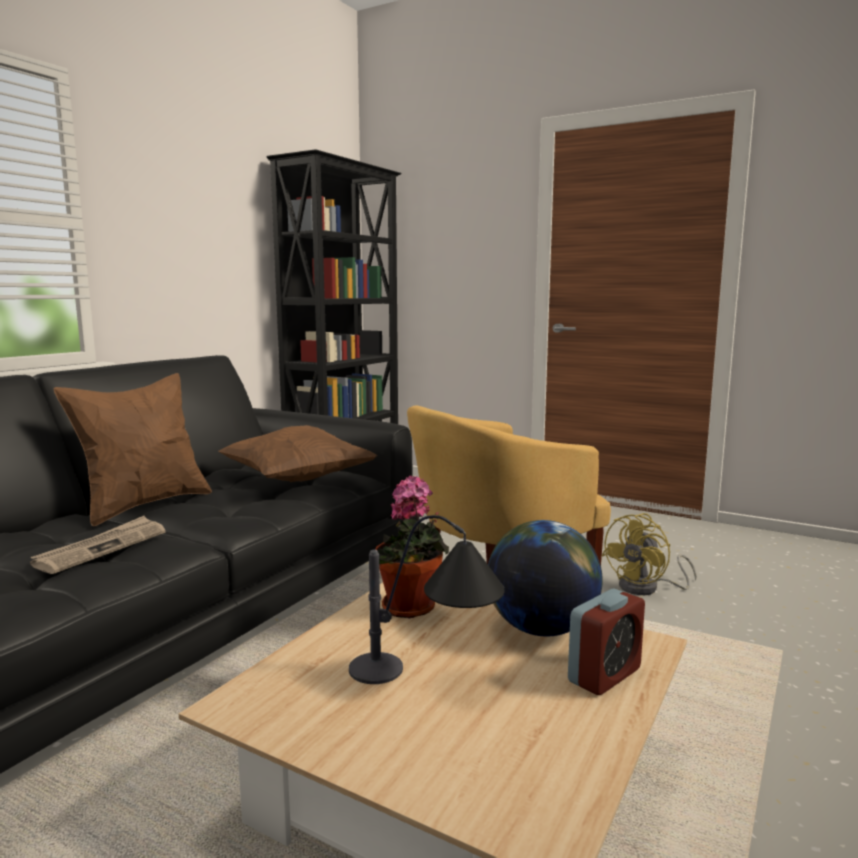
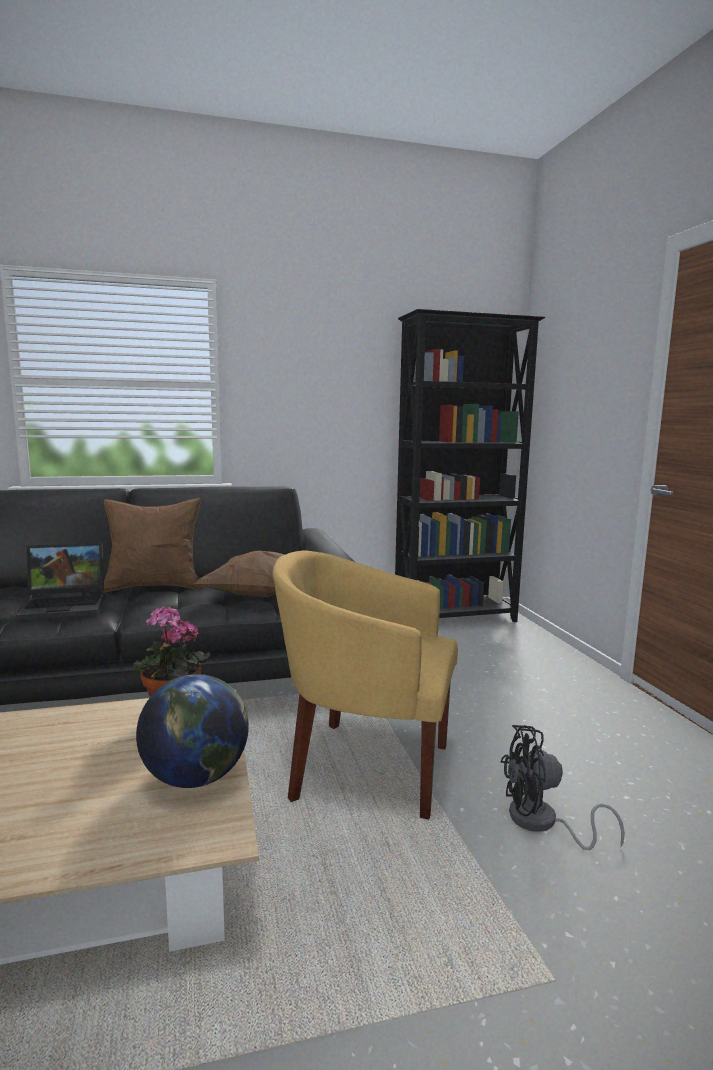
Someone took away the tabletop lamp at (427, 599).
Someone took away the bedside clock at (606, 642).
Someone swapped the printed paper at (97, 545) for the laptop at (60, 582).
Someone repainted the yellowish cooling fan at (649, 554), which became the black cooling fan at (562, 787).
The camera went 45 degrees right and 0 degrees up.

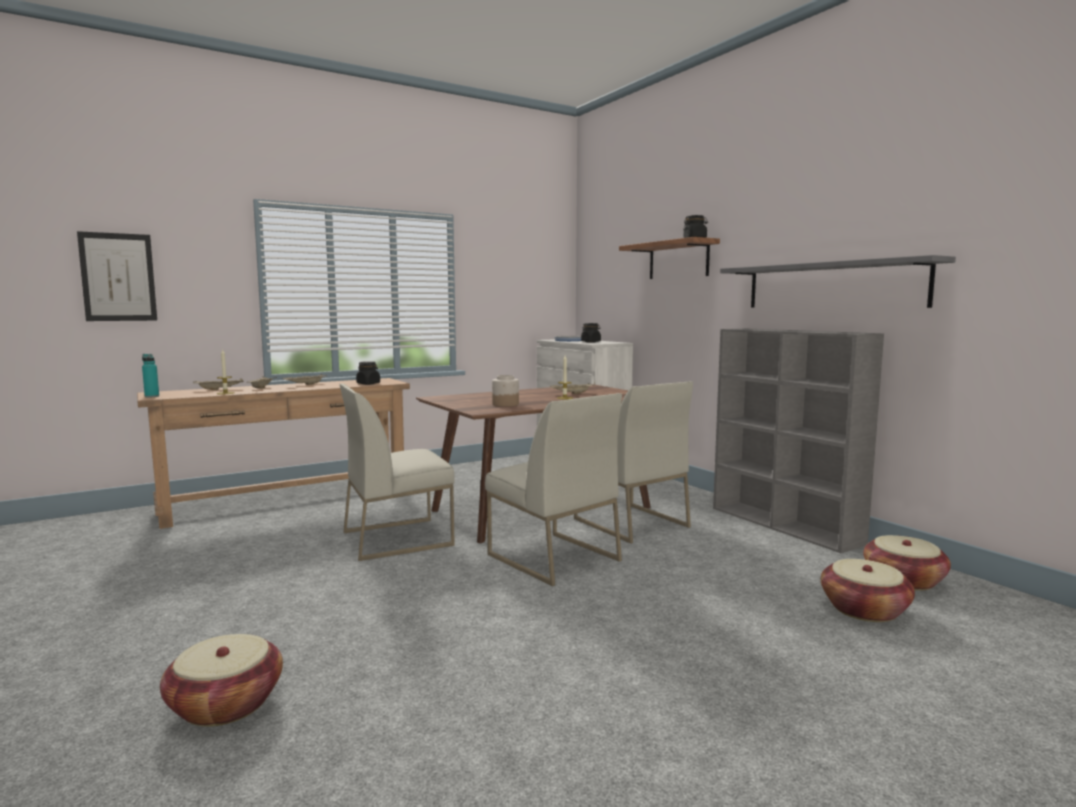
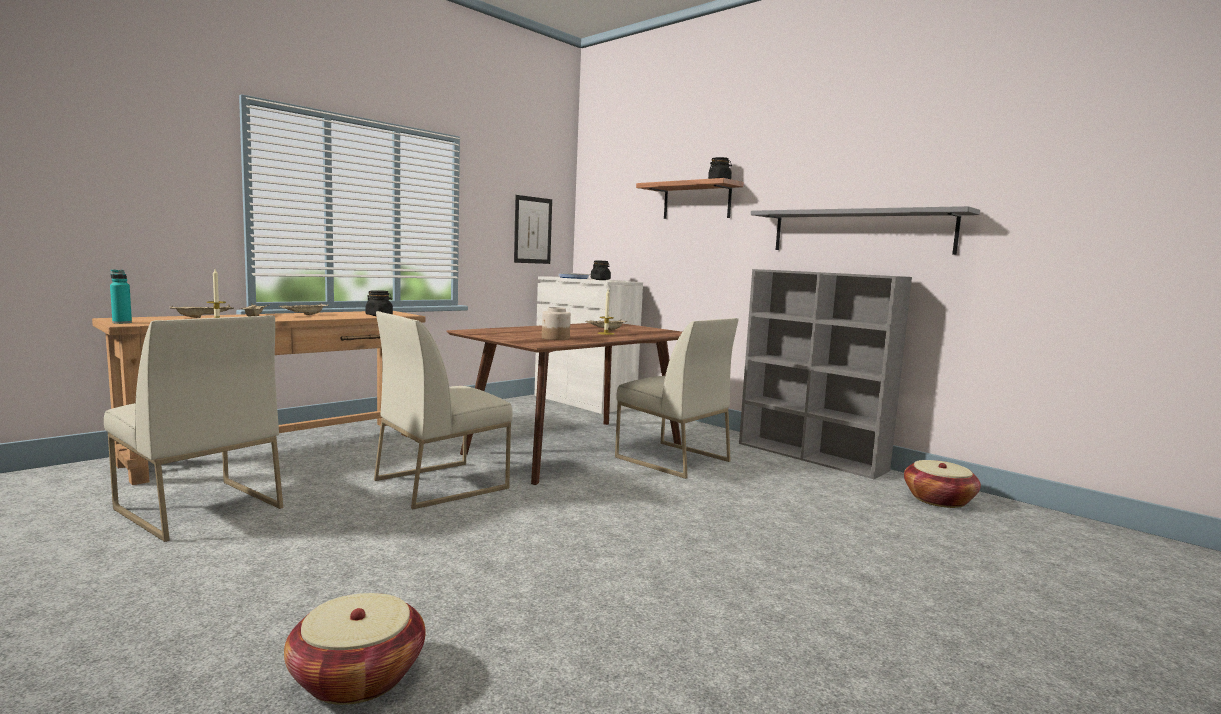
Someone took away the storage basket at (868, 590).
Someone carried the picture from (117, 276) to (533, 229).
Someone carried the white-coloured plain chair from (553, 489) to (193, 428).
The camera went 15 degrees left and 0 degrees up.

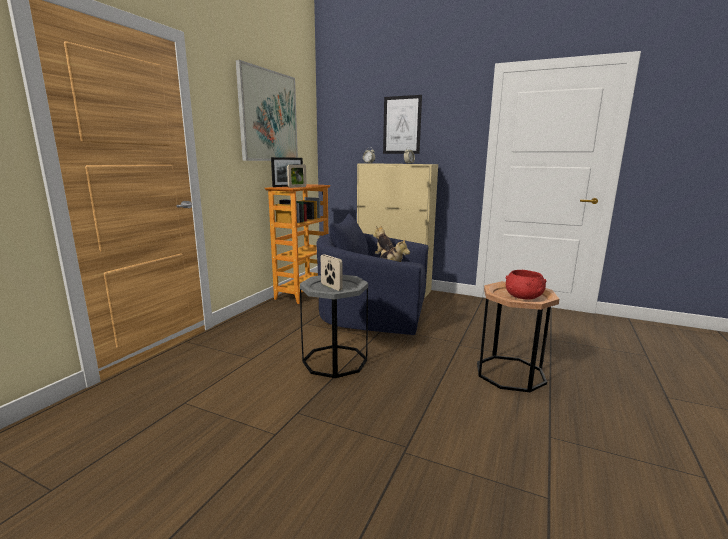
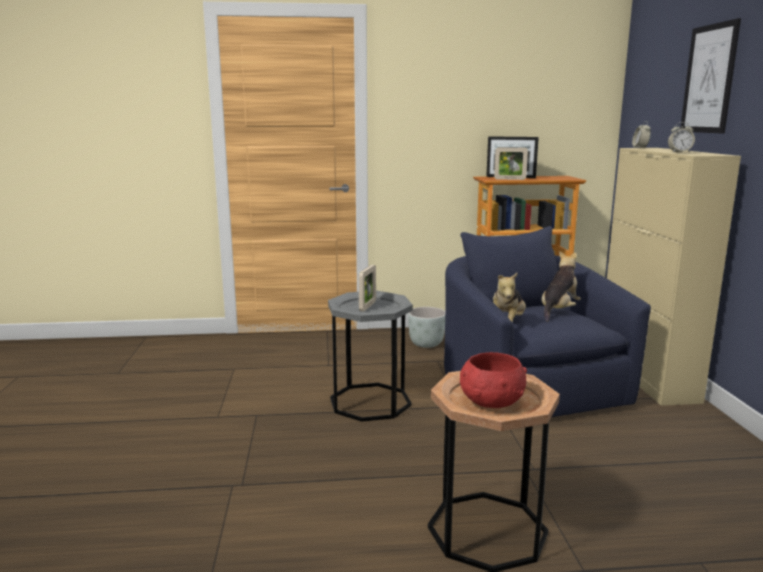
Someone took away the picture at (266, 110).
Someone put down the greyish flower pot at (426, 327).
The camera went 60 degrees right and 0 degrees up.

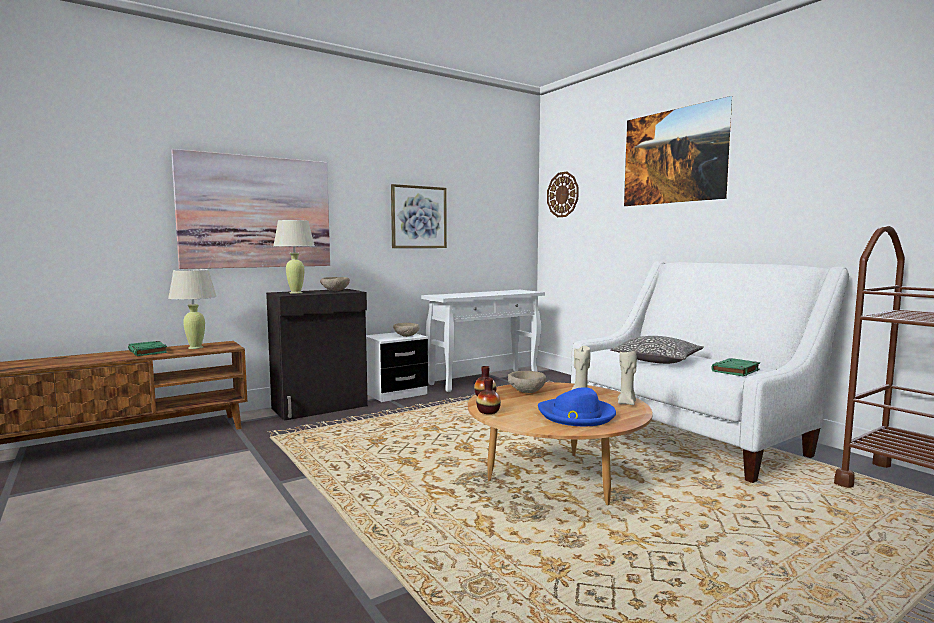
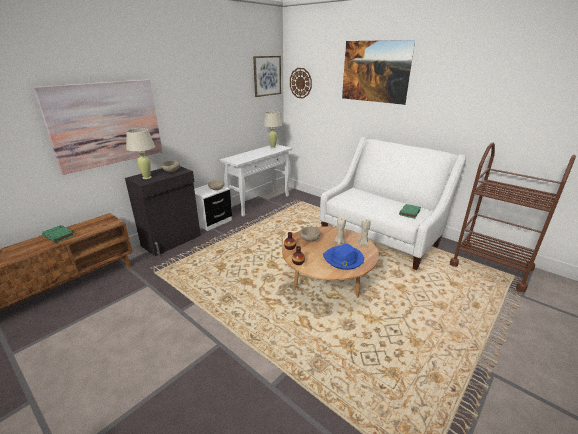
Someone took away the throw pillow at (657, 350).
Someone carried the beige tabletop lamp from (192, 309) to (272, 129).
Someone carried the picture from (419, 216) to (267, 76).
The camera went 15 degrees left and 20 degrees up.

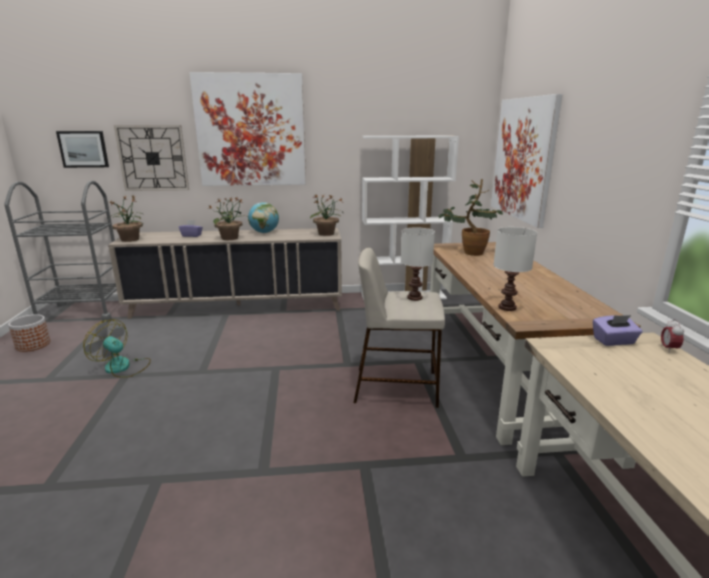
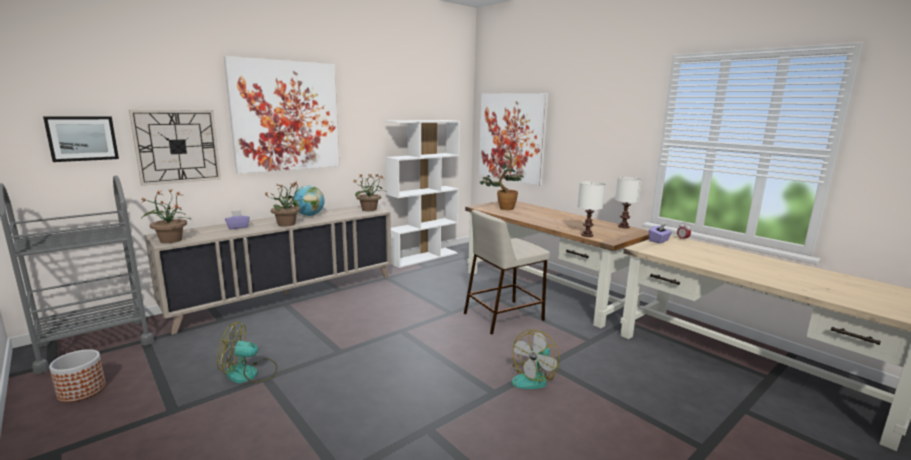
Someone put down the cooling fan at (535, 359).
Someone carried the white-coloured tabletop lamp from (418, 264) to (628, 202).
The camera went 35 degrees left and 5 degrees down.

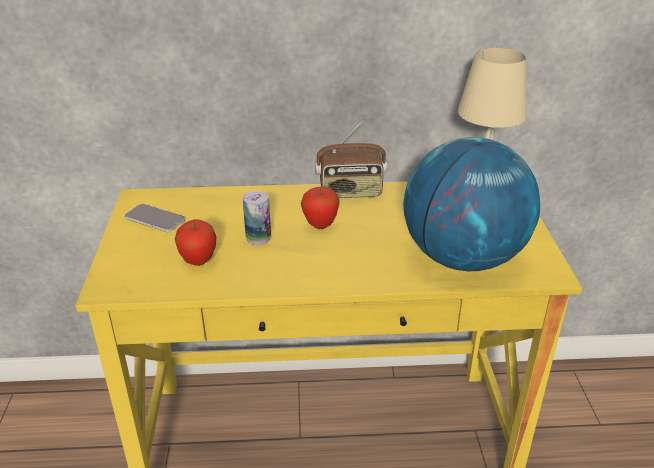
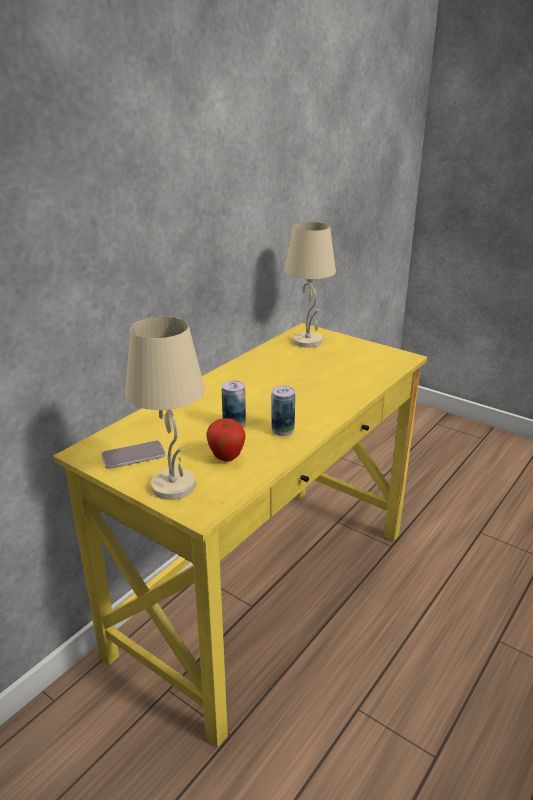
Someone took away the apple fruit at (320, 208).
Someone took away the radio receiver at (351, 159).
Someone took away the desk globe at (471, 204).
Someone put down the beige tabletop lamp at (165, 408).
Someone put down the can at (283, 411).
The camera went 50 degrees left and 5 degrees down.

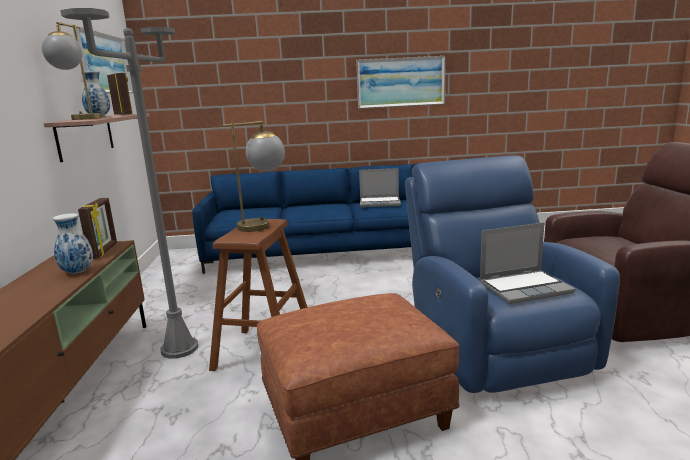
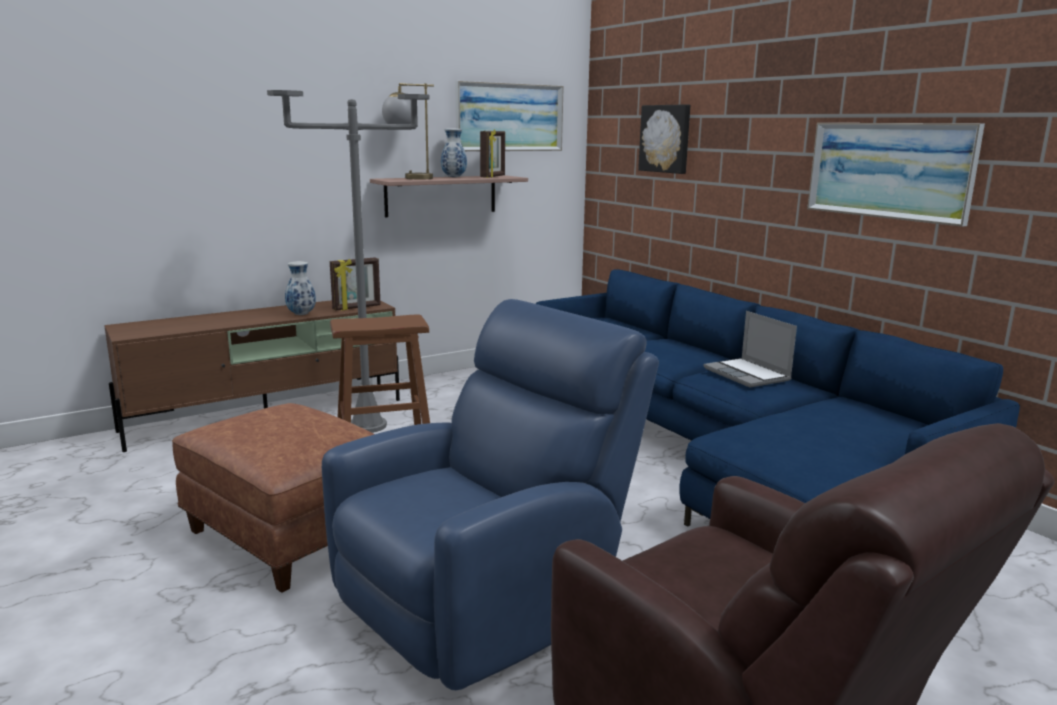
Someone took away the tabletop lamp at (253, 176).
Someone took away the laptop at (528, 263).
Someone put up the picture at (664, 139).
The camera went 60 degrees right and 0 degrees up.

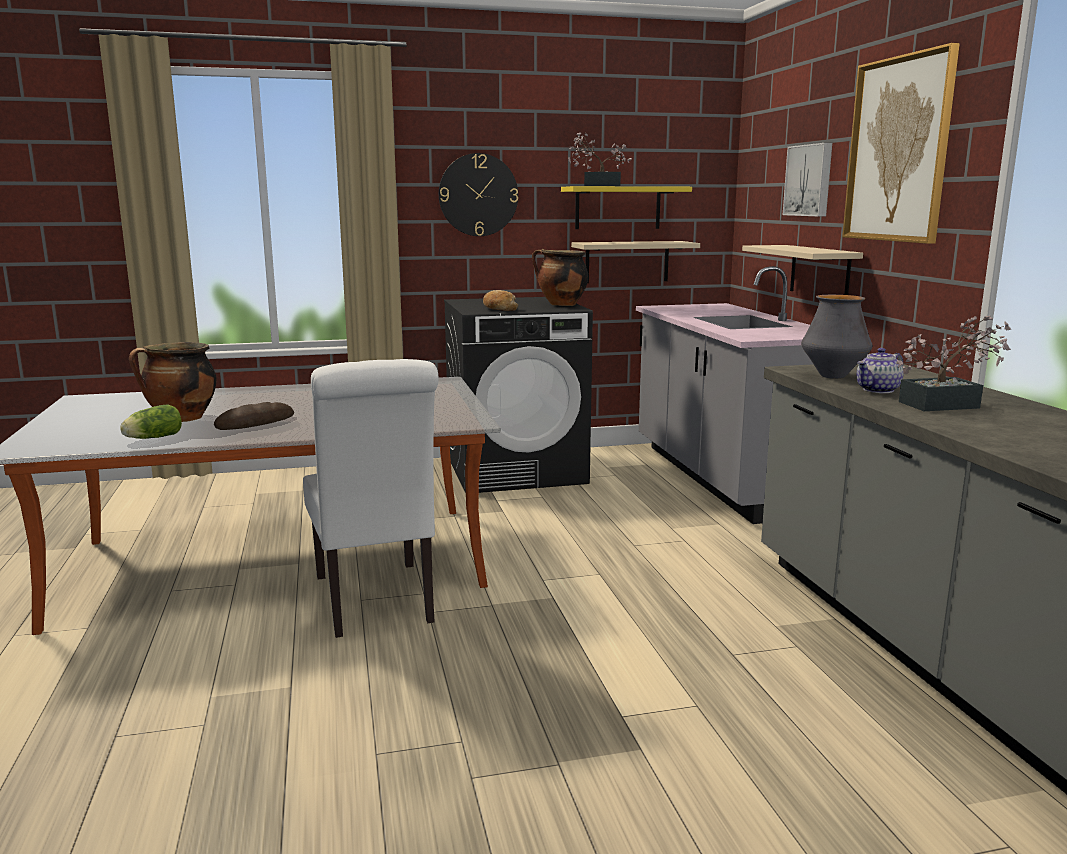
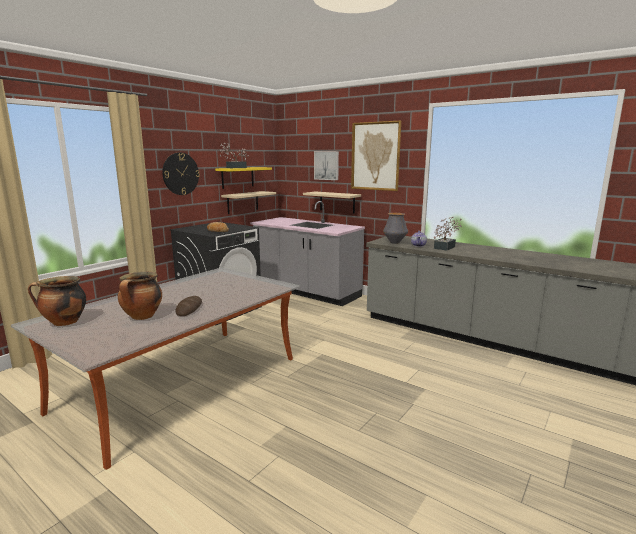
Someone took away the lettuce head at (151, 421).
Someone took away the white-coloured plain chair at (371, 498).
Someone carried the stockpot from (560, 277) to (57, 301).
The camera went 40 degrees left and 0 degrees up.

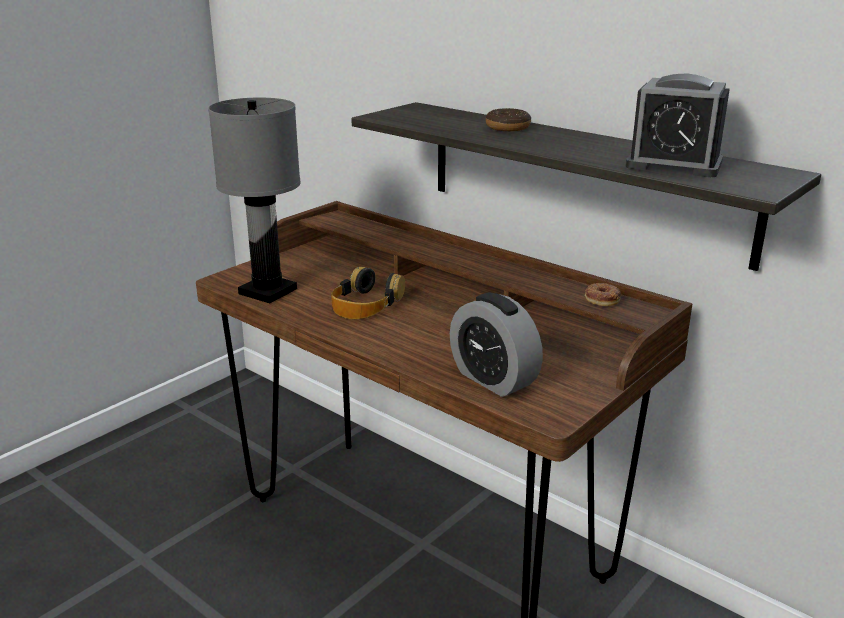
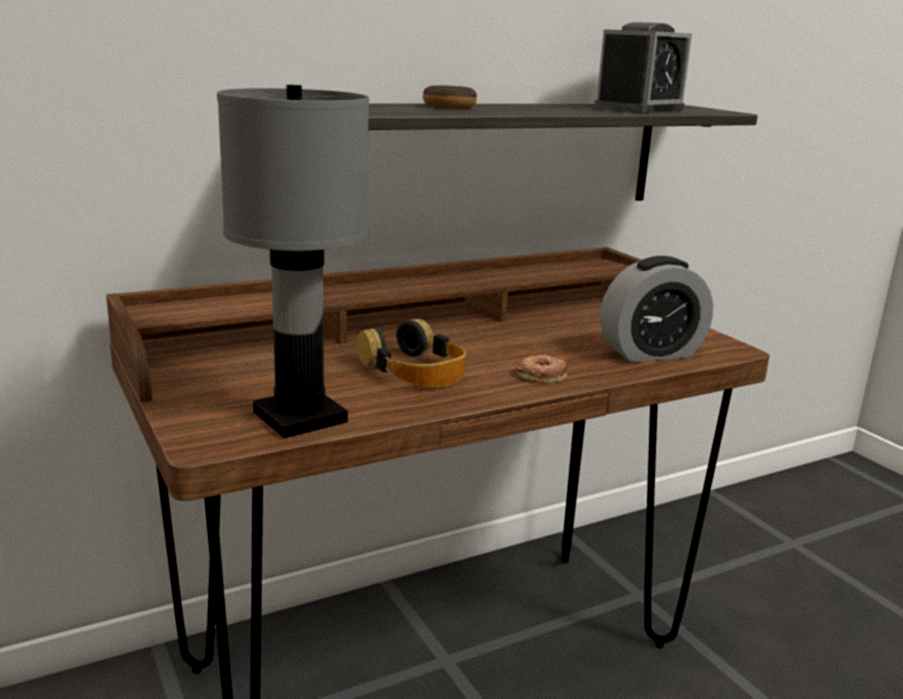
Someone carried the doughnut from (603, 294) to (542, 369).
The camera went 70 degrees left and 5 degrees down.

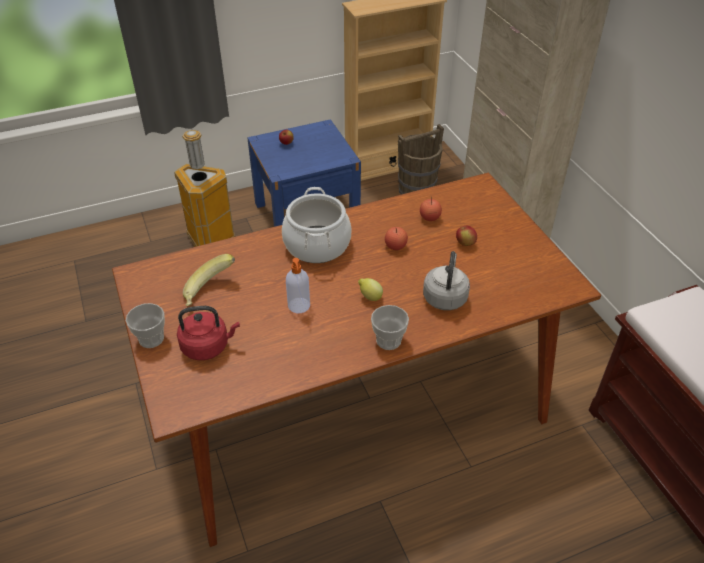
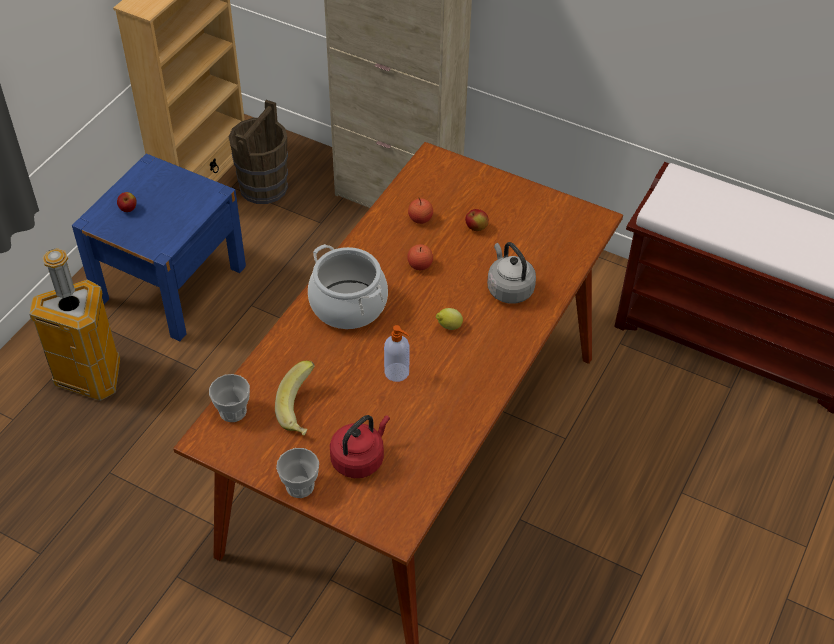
Someone carried the drinking cup from (390, 327) to (229, 398).
The camera went 40 degrees left and 5 degrees up.

